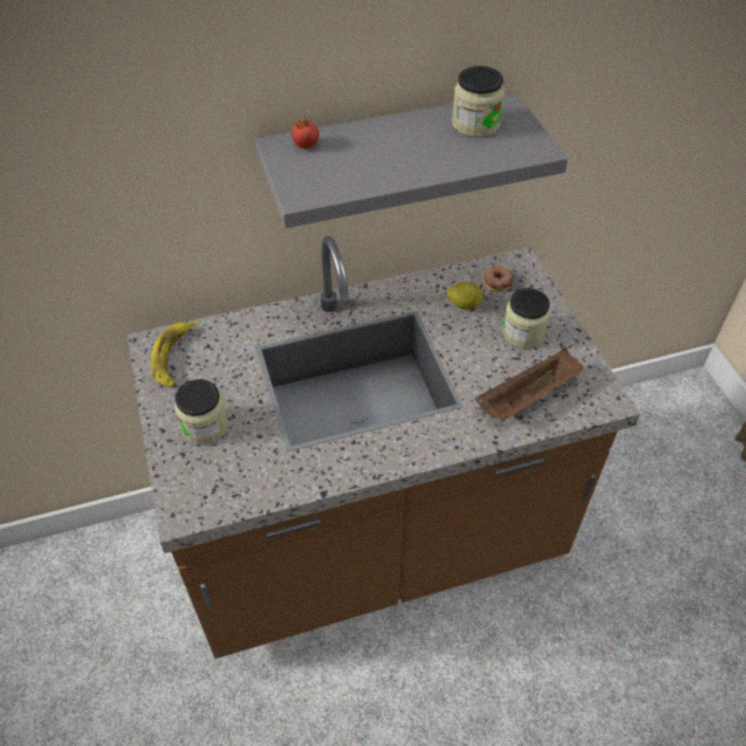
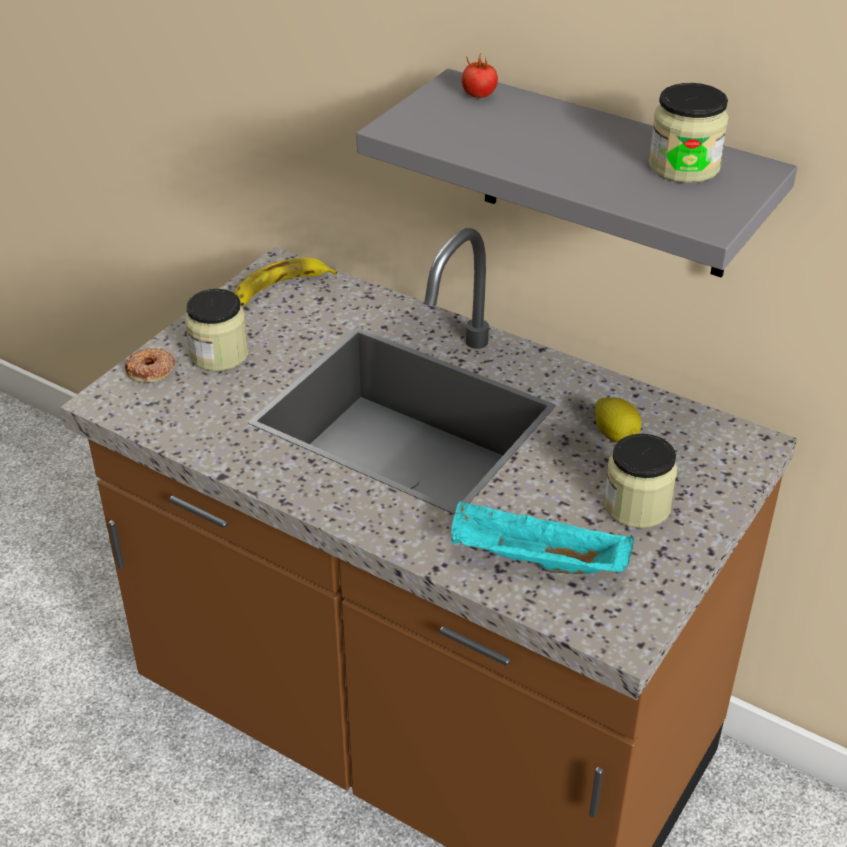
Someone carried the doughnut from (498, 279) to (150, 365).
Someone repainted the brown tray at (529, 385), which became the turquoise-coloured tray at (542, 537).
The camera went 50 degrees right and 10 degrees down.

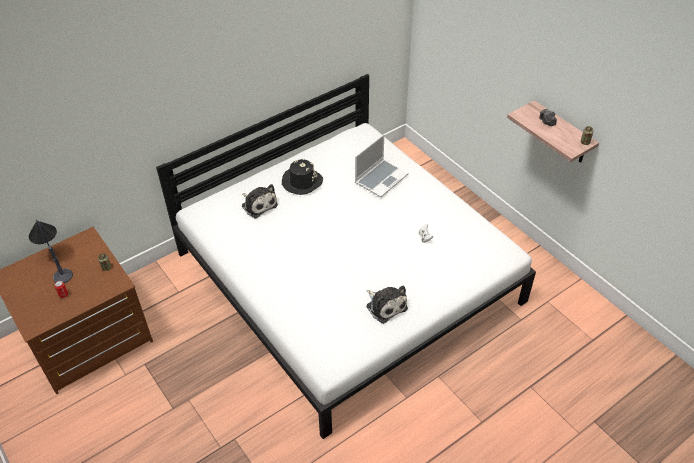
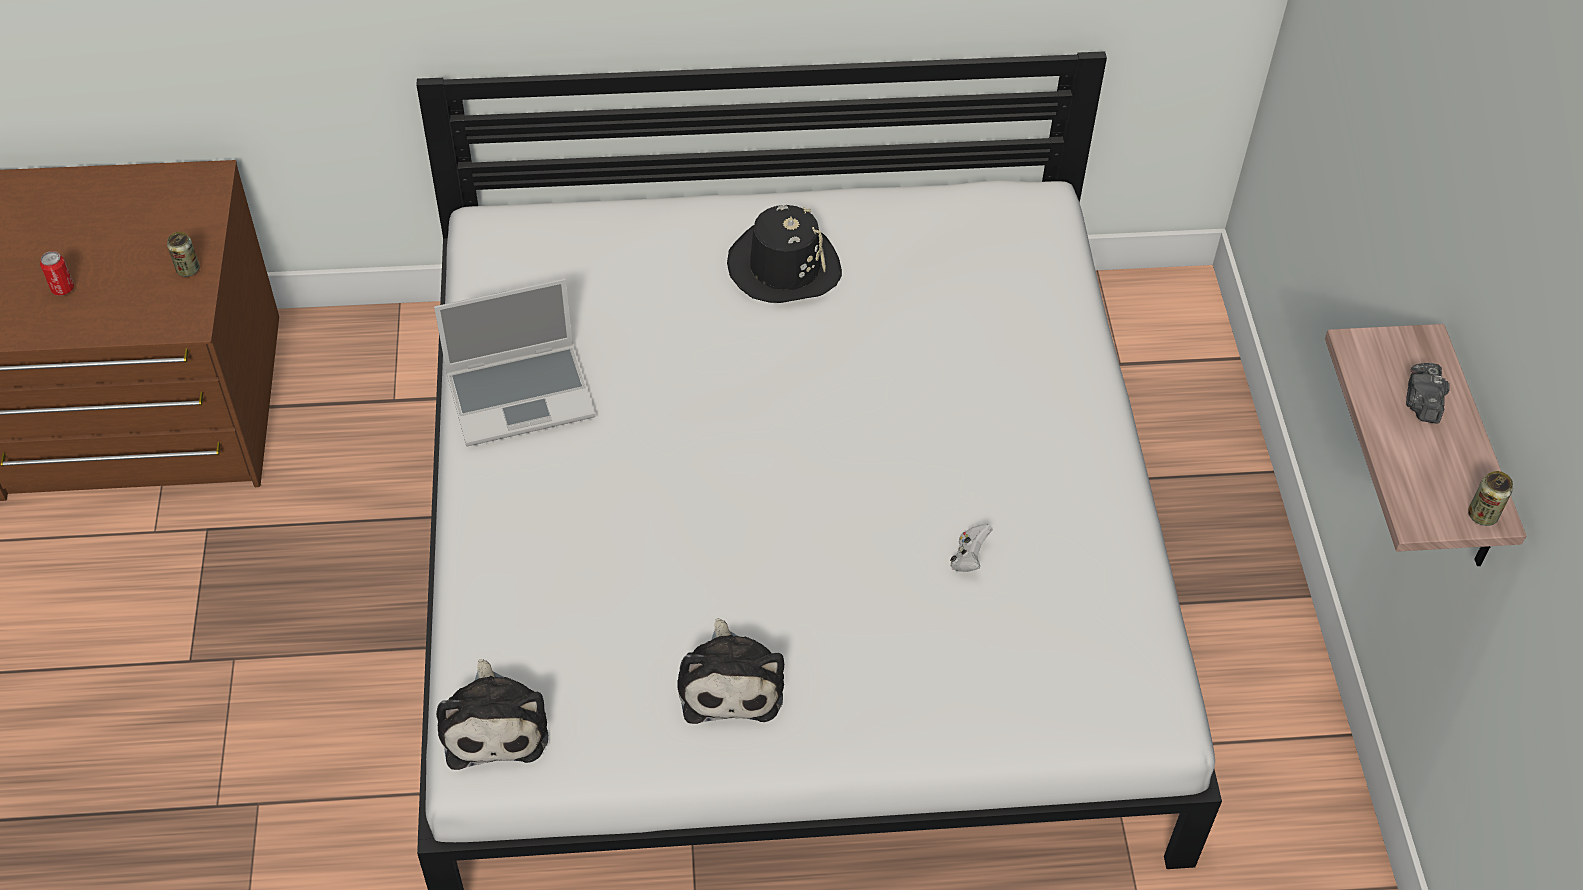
Someone took away the tabletop lamp at (51, 251).
Someone carried the cuddly toy from (260, 201) to (492, 714).
Someone carried the laptop from (381, 165) to (515, 362).
The camera went 30 degrees right and 5 degrees up.

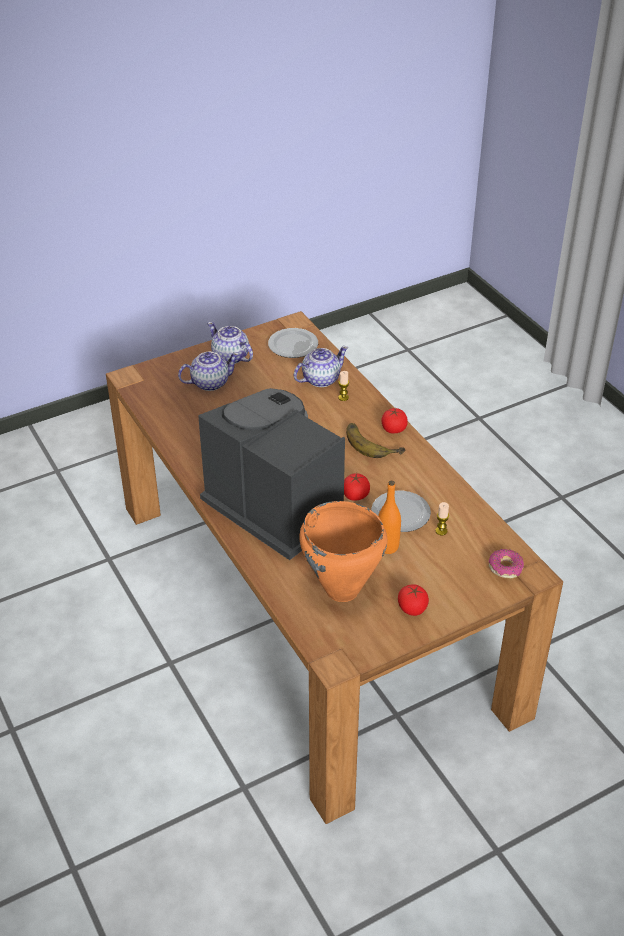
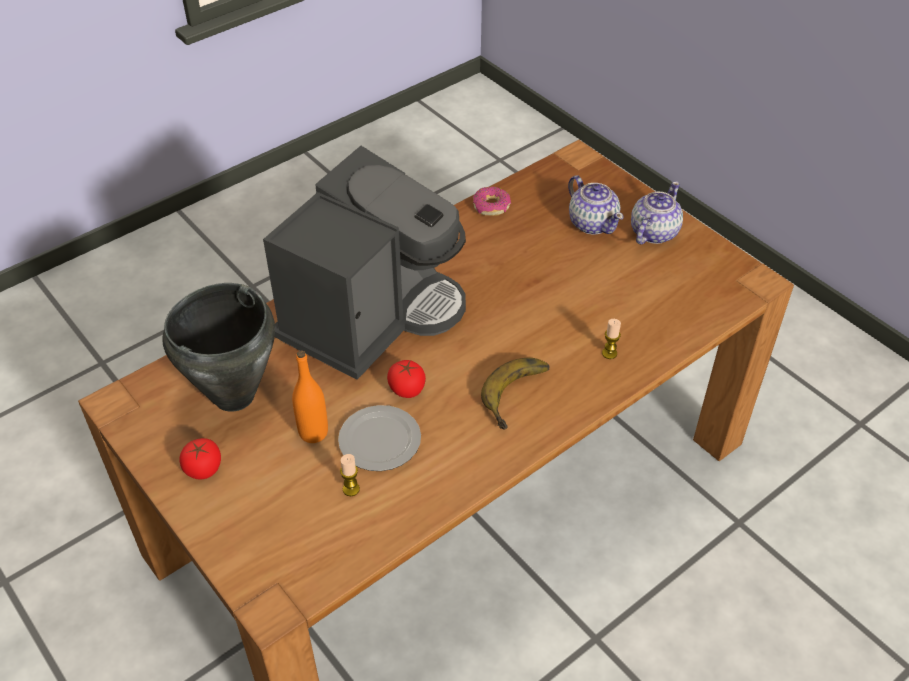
Someone took away the flat dish at (293, 343).
Someone took away the pot for tea at (321, 366).
Someone took away the whole tomato at (394, 421).
Someone carried the doughnut from (506, 564) to (492, 201).
Someone repainted the orange-coloured stockpot at (343, 551), which became the black stockpot at (218, 347).
The camera went 80 degrees right and 5 degrees up.

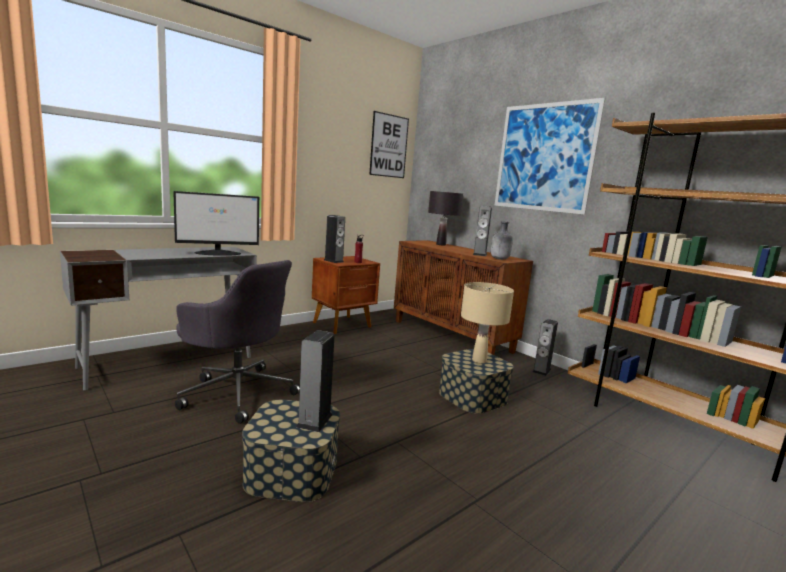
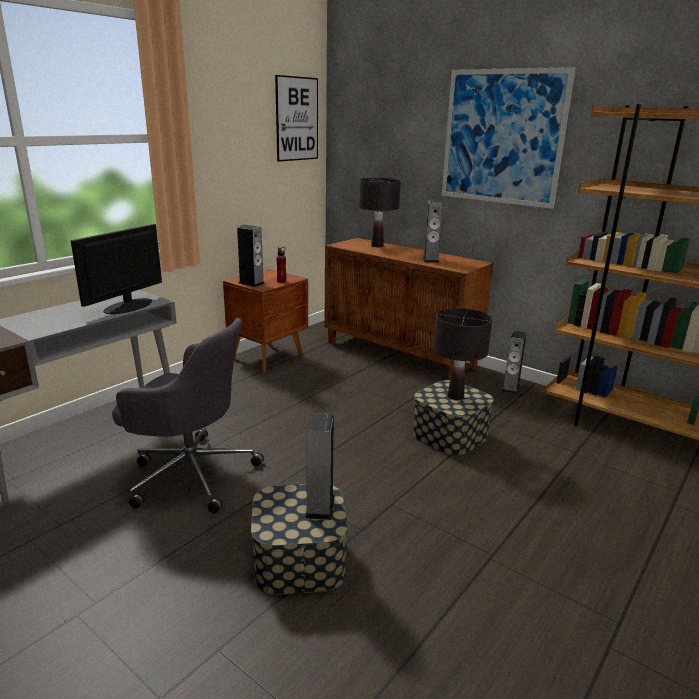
Someone took away the greyish beverage bottle at (502, 240).
Someone repainted the beige tabletop lamp at (487, 323), which became the black tabletop lamp at (462, 354).
Someone rotated the computer screen at (216, 223) by 150 degrees clockwise.
The camera went 10 degrees left and 10 degrees up.

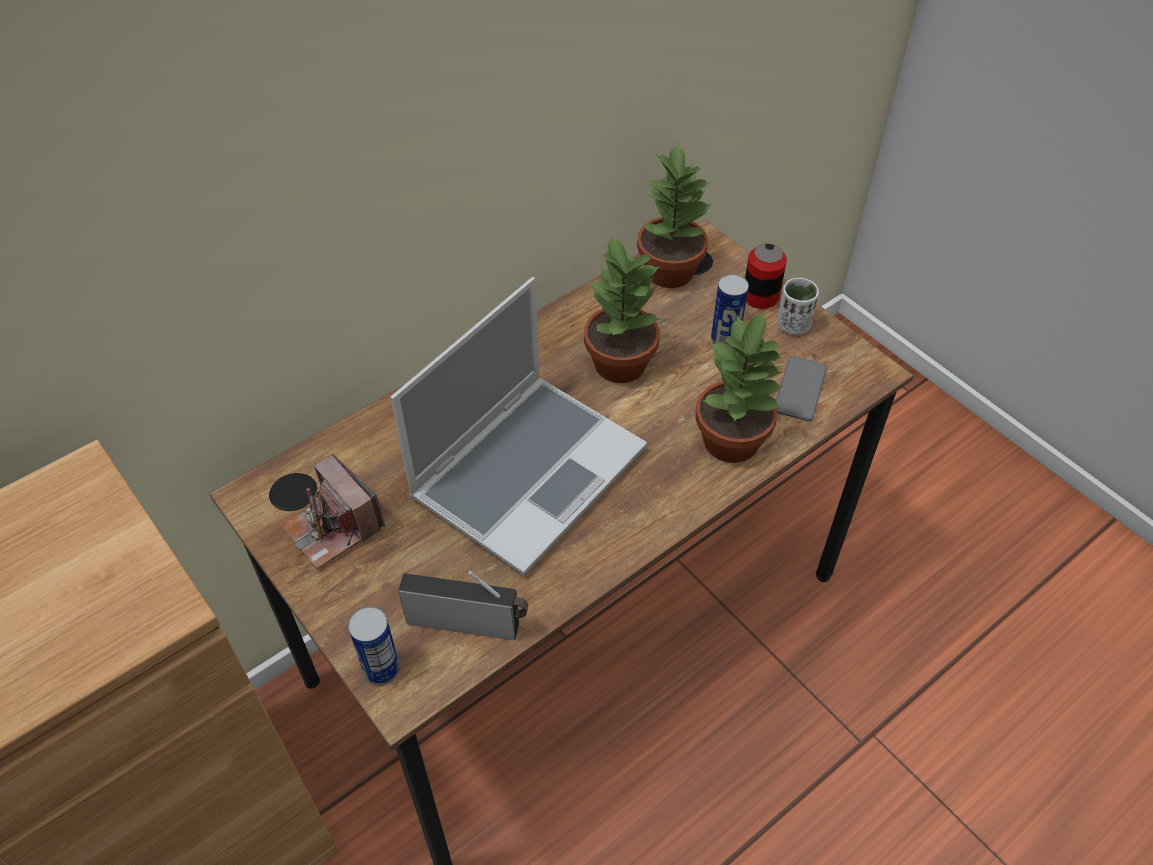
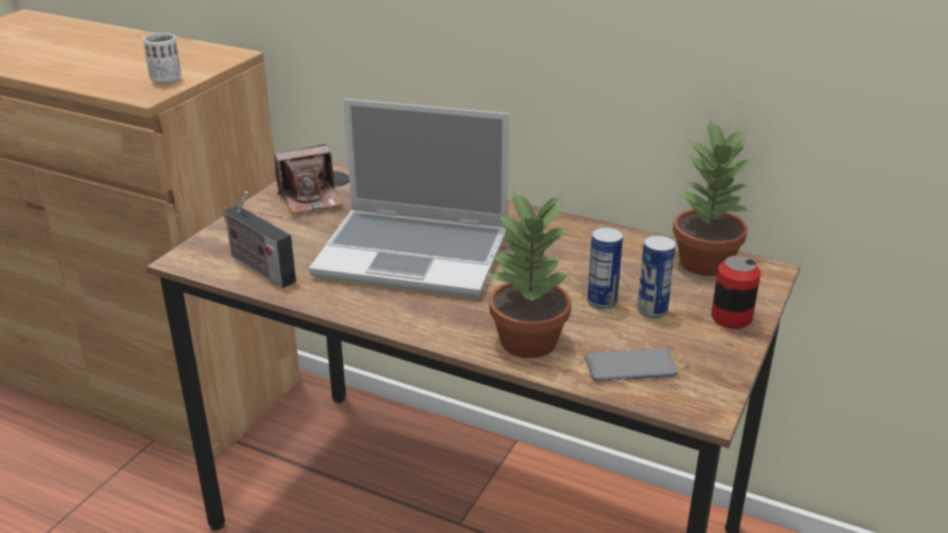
Someone took away the plant in a pot at (622, 308).
Someone carried the can from (374, 646) to (605, 268).
Someone carried the white-coloured drinking cup from (798, 306) to (162, 58).
Someone rotated the still camera at (333, 511) by 135 degrees counterclockwise.
Someone rotated the radio receiver at (463, 605) by 150 degrees clockwise.
The camera went 65 degrees right and 20 degrees down.

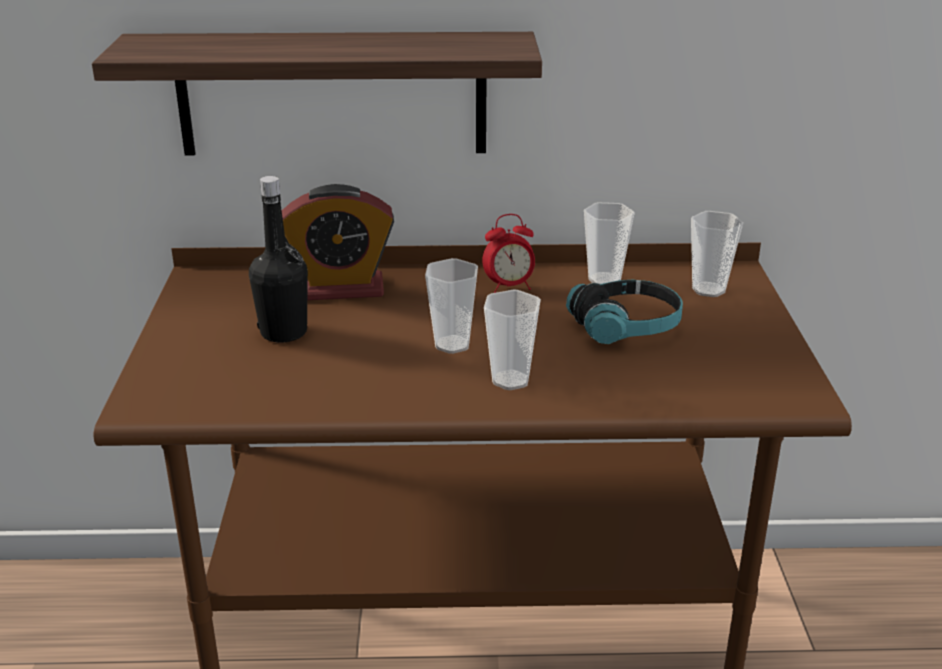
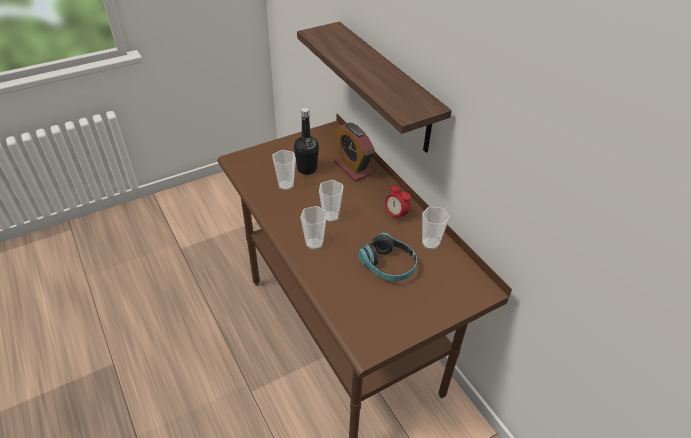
Someone carried the drinking cup from (717, 254) to (284, 170).
The camera went 60 degrees right and 15 degrees up.

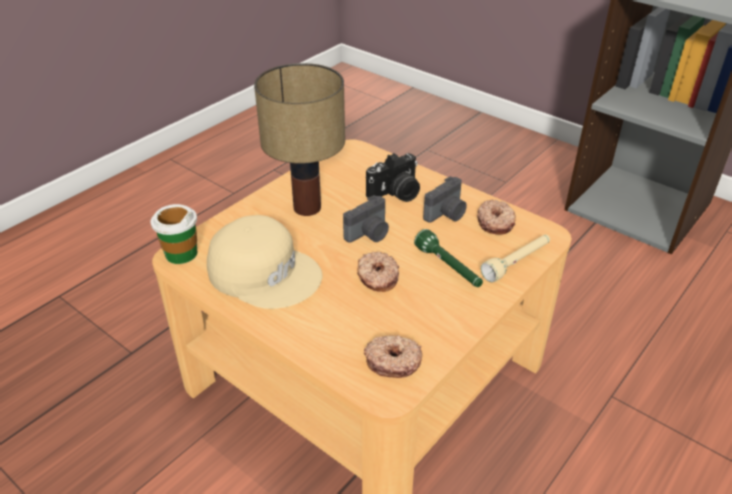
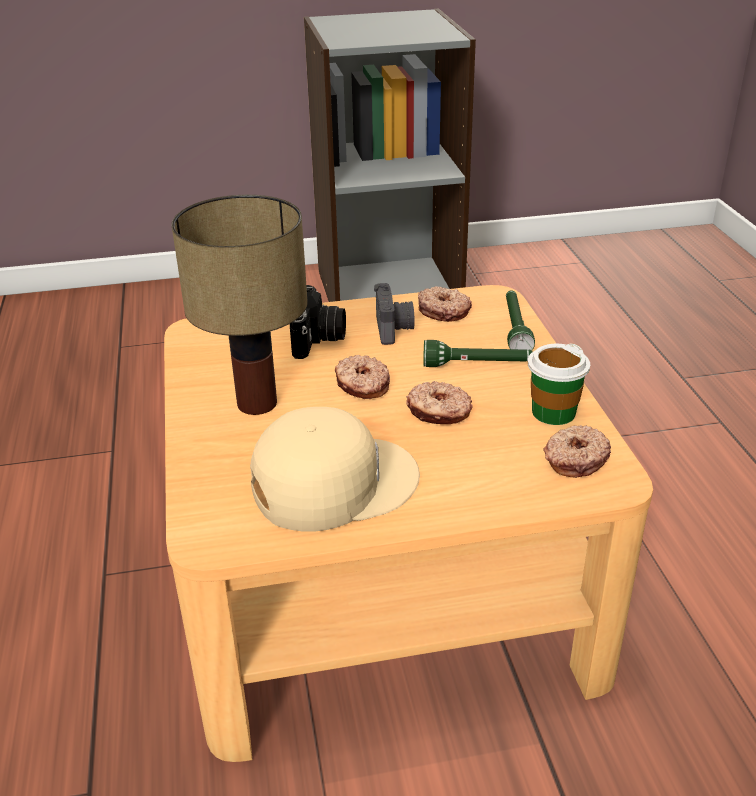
Someone carried the drinking cup from (173, 234) to (559, 384).
Someone swapped the still camera at (366, 219) for the doughnut at (362, 377).
Someone repainted the beige flashlight at (515, 259), which became the green-coloured flashlight at (520, 320).
The camera went 50 degrees left and 5 degrees down.

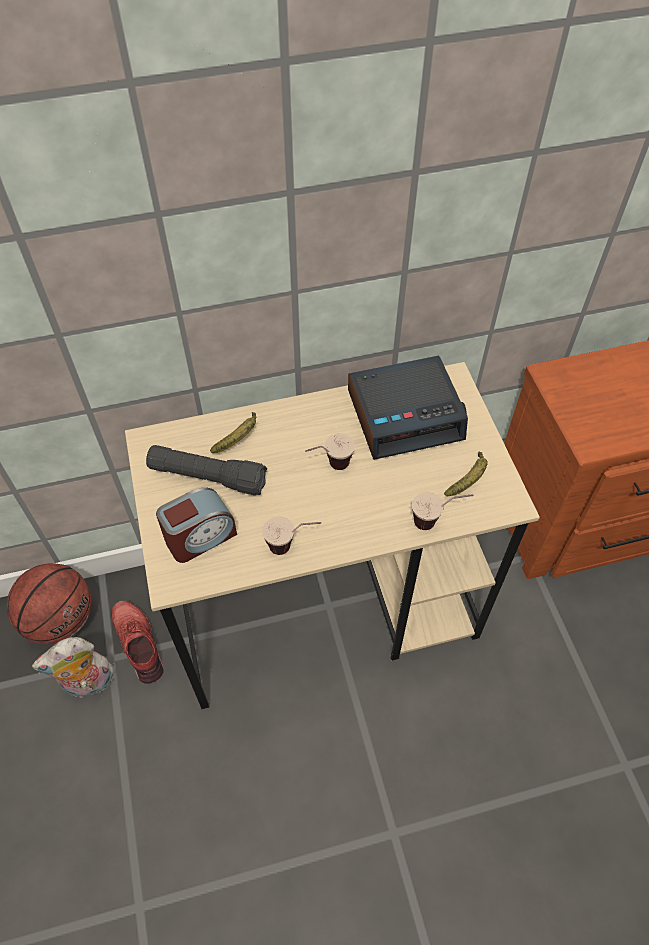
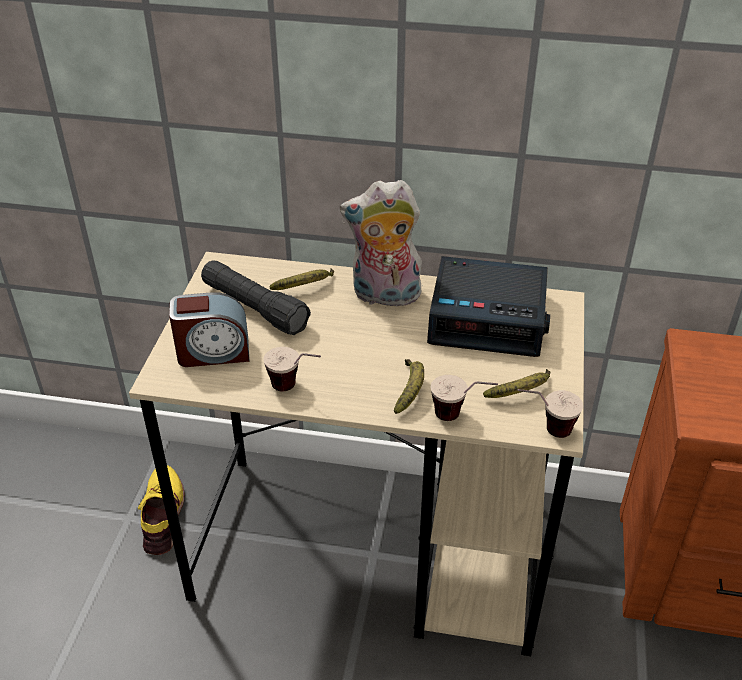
Someone took away the ball for basketball at (49, 603).
Someone put down the banana fruit at (409, 386).
Someone carried the cuddly toy from (73, 667) to (381, 243).
Someone carried the drinking cup from (330, 451) to (550, 413).
Someone repainted the red item of footwear at (138, 642), which became the yellowish item of footwear at (161, 510).
The camera went 25 degrees right and 15 degrees down.

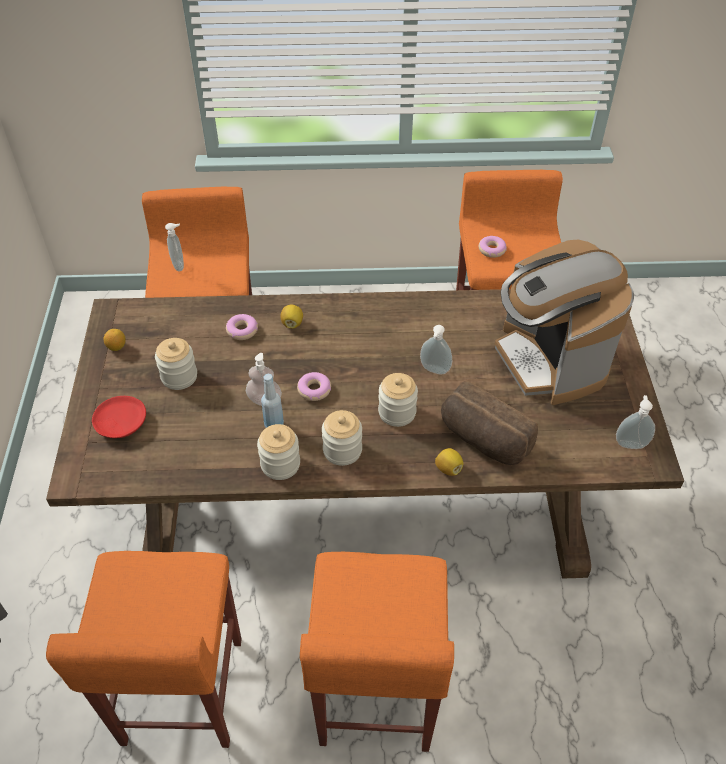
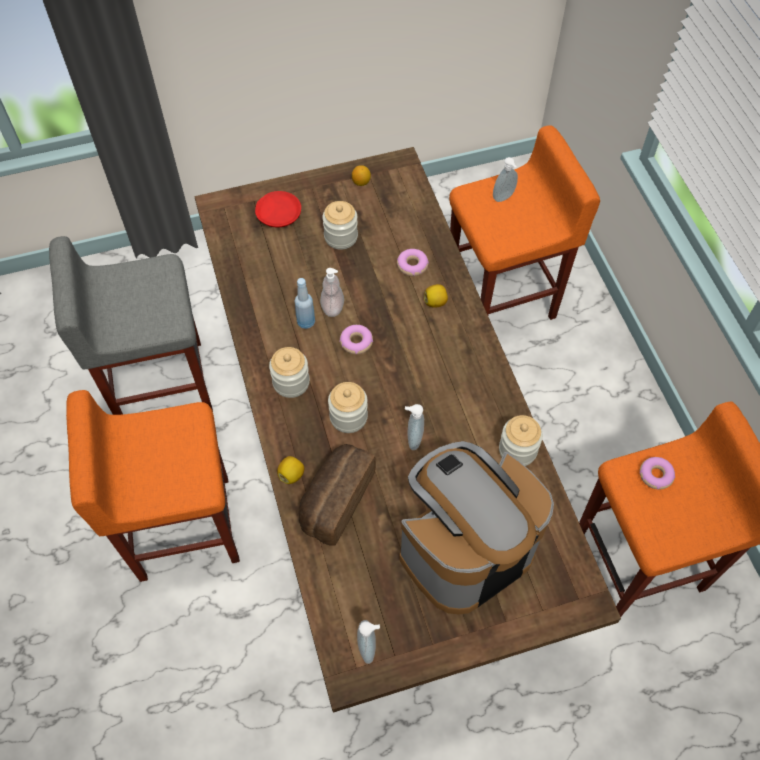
Someone carried the preserve jar from (278, 452) to (521, 440).
Someone repainted the orange-coloured sitting stool at (144, 649), which became the greyish sitting stool at (131, 325).
The camera went 75 degrees right and 10 degrees up.

